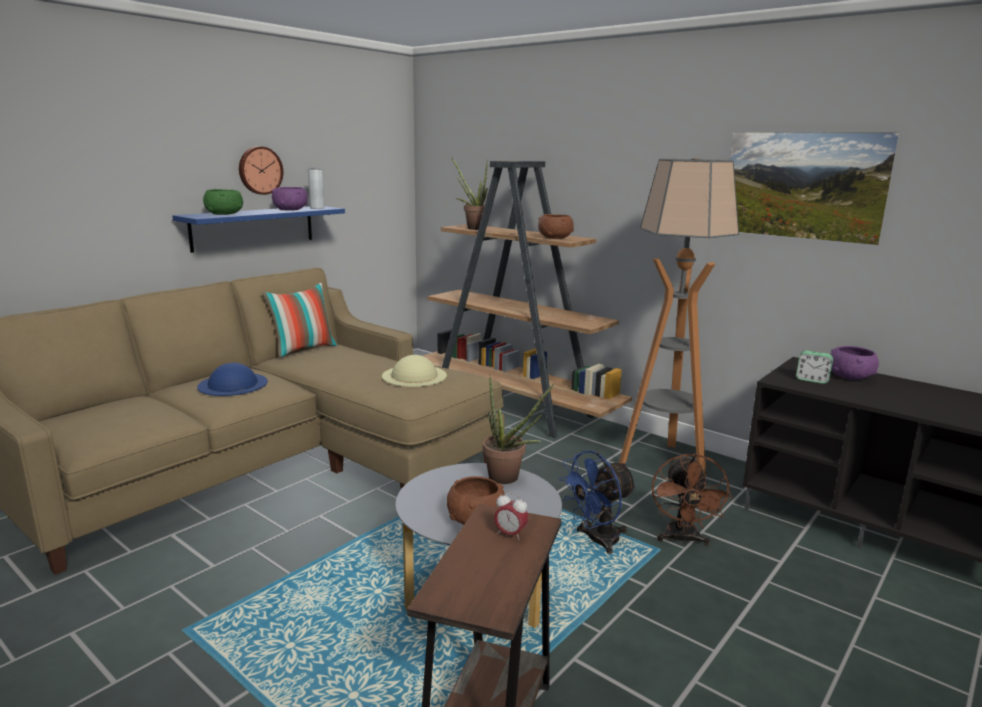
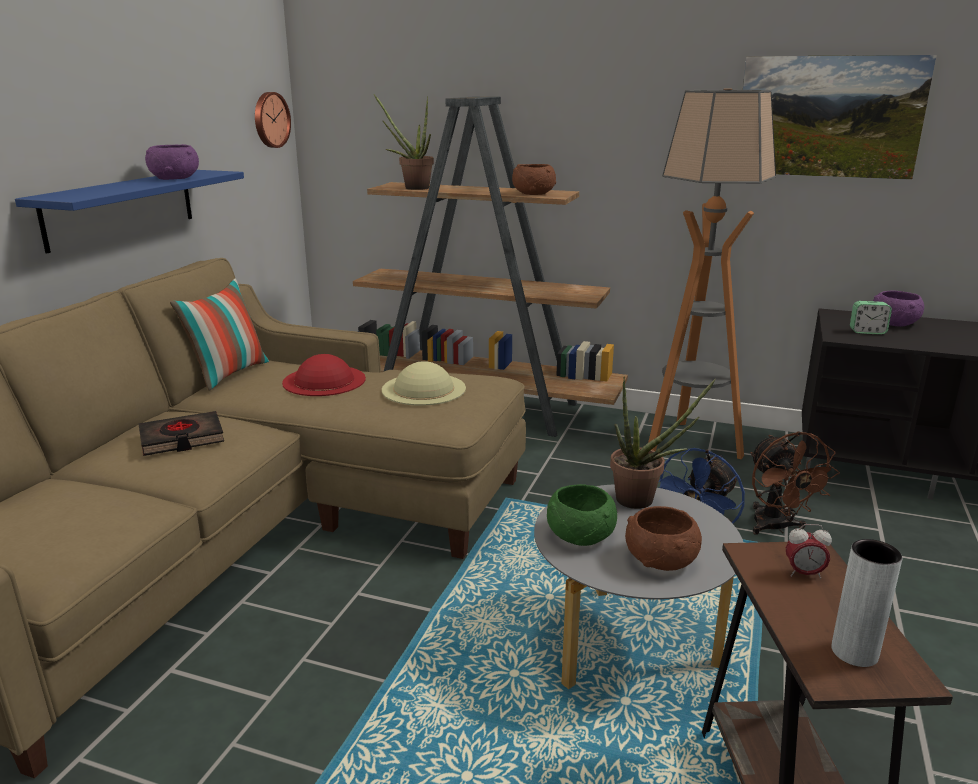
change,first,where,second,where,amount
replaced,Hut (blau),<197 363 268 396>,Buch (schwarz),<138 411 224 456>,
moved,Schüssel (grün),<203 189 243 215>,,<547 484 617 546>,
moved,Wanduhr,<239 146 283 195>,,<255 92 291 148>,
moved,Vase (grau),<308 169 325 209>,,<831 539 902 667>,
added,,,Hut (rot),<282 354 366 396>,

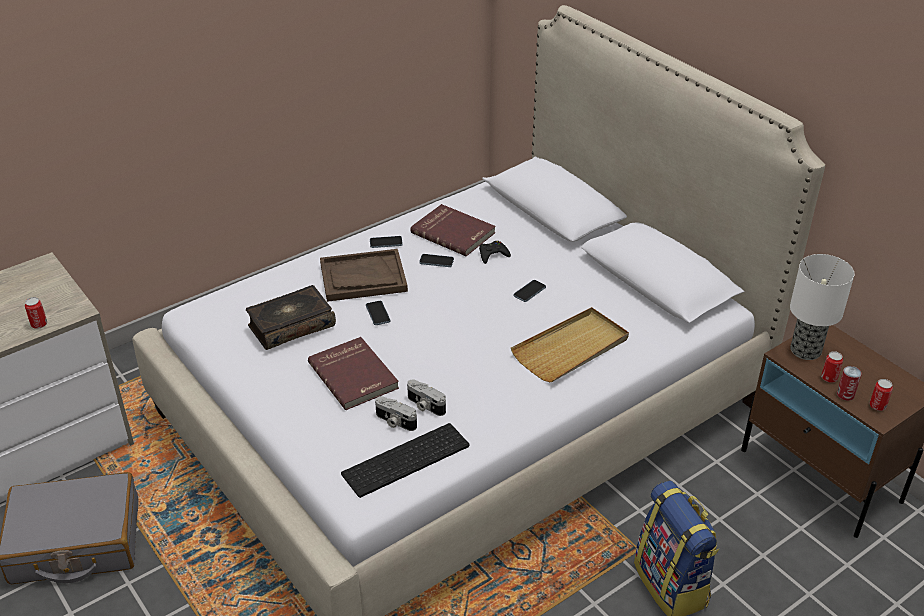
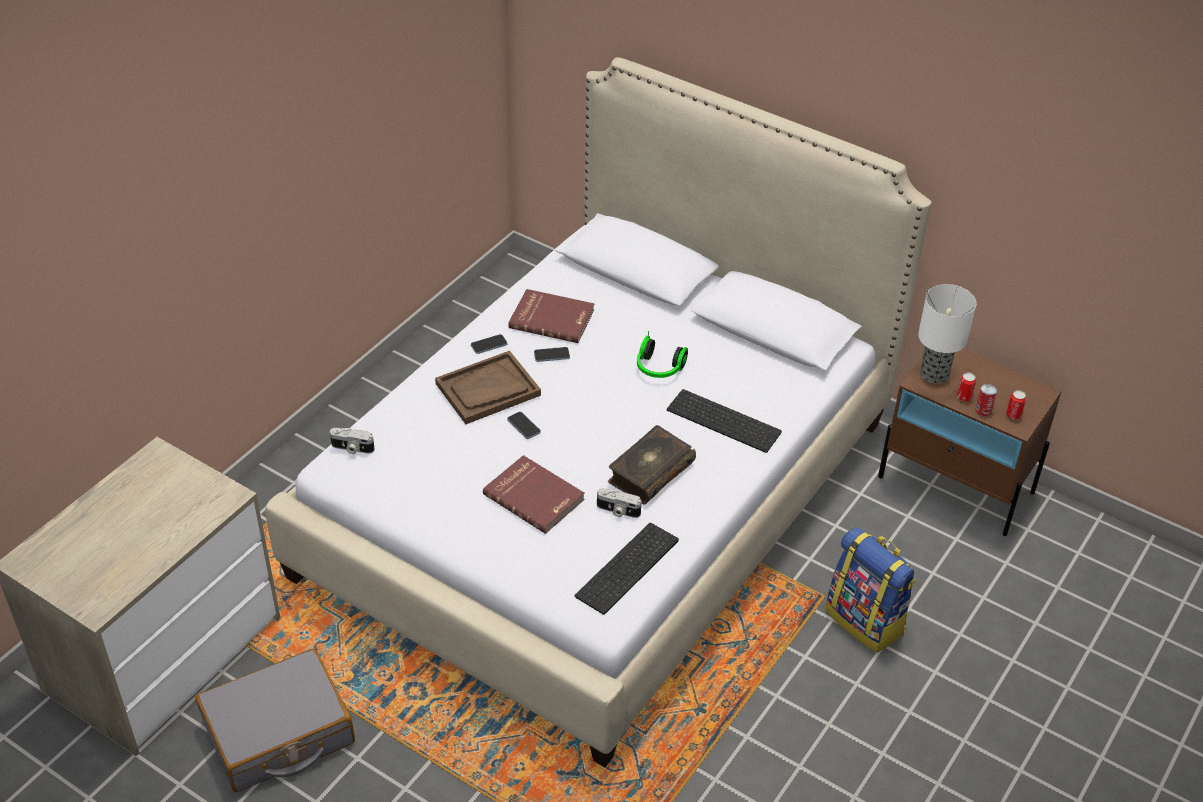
change,first,where,second,where,amount
removed,Dose,<25 297 47 329>,,,
moved,Buch,<246 285 336 350>,,<608 425 696 505>,
moved,Kamera,<375 396 417 431>,,<330 428 375 454>,
removed,Gamepad (schwarz),<479 241 511 264>,,,
replaced,Tablett (beige),<511 307 629 382>,Tastatur,<667 389 782 453>,
replaced,Handy,<514 280 546 302>,Kopfhörer,<637 331 688 378>,

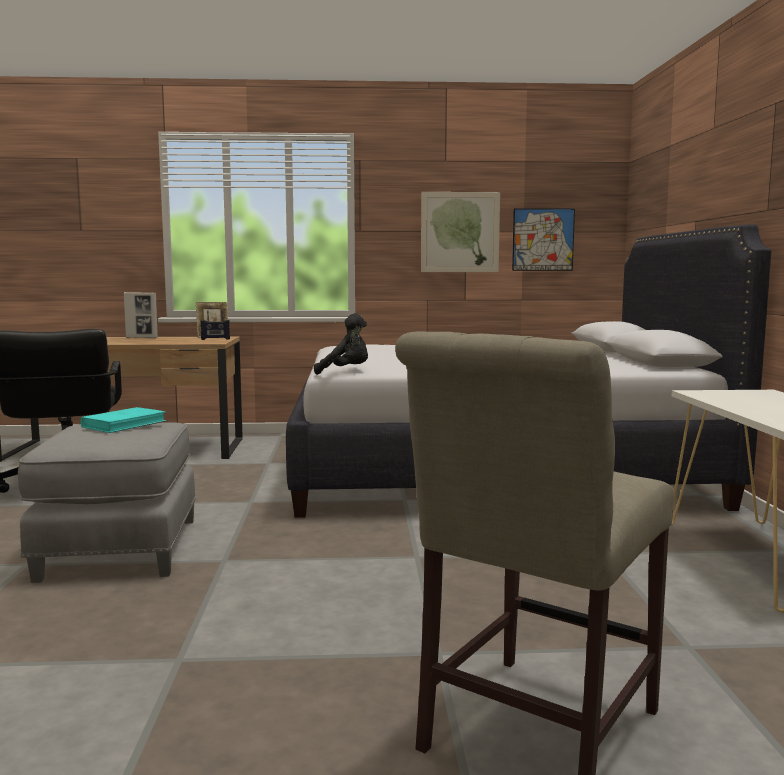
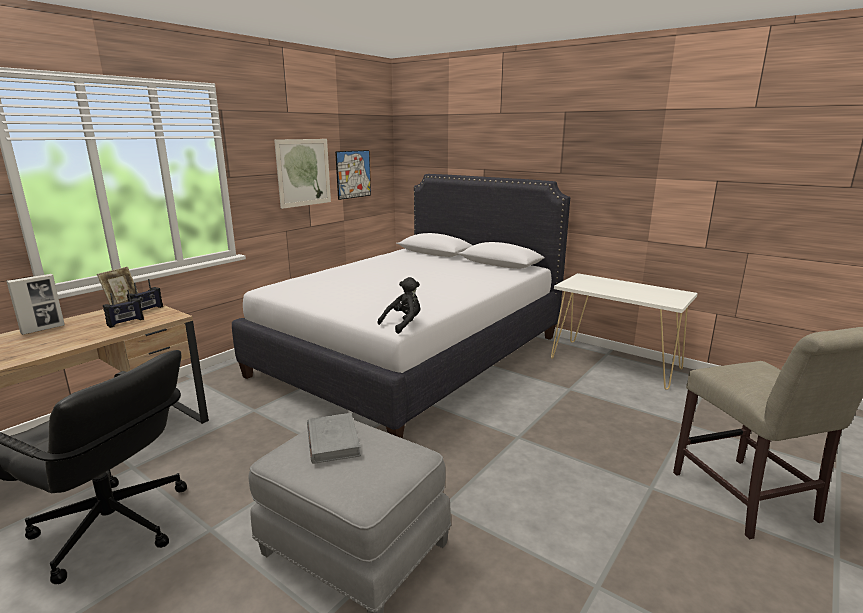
change,first,where,second,where,amount
recoloured,Buch (türkis),<80 407 167 433>,Buch (grau),<307 413 361 464>,
added,,,Radio,<103 289 144 328>,

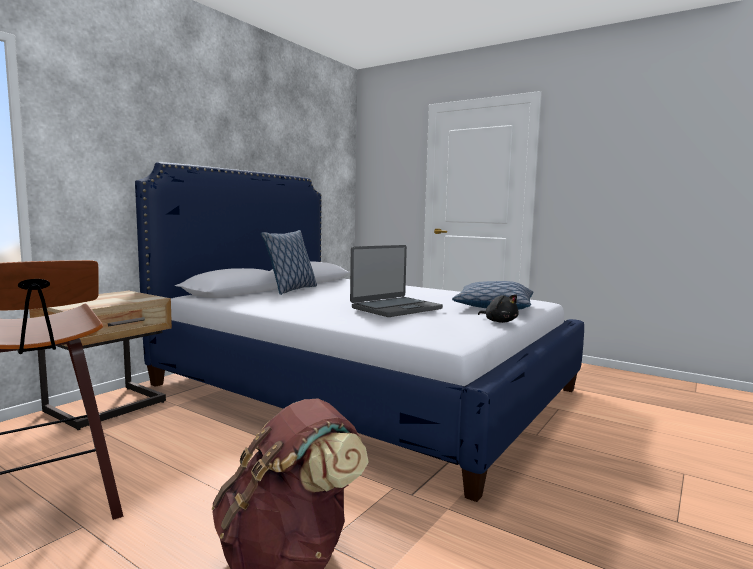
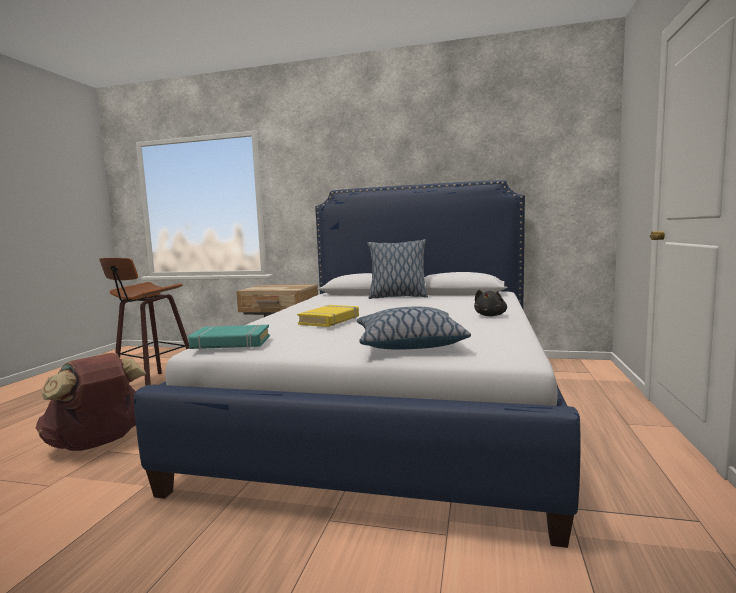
change,first,where,second,where,amount
replaced,Laptop,<350 245 443 317>,Buch (gelb),<297 305 359 327>,
moved,Plüschtier (schwarz),<478 294 519 323>,,<474 290 507 316>,
added,,,Buch (türkis),<188 325 270 349>,

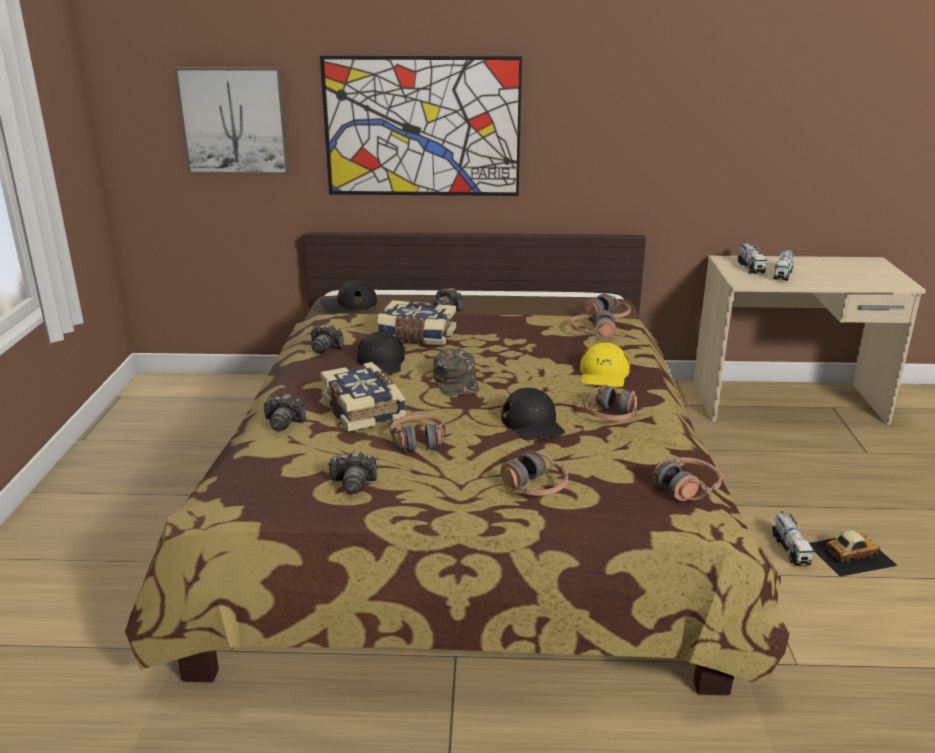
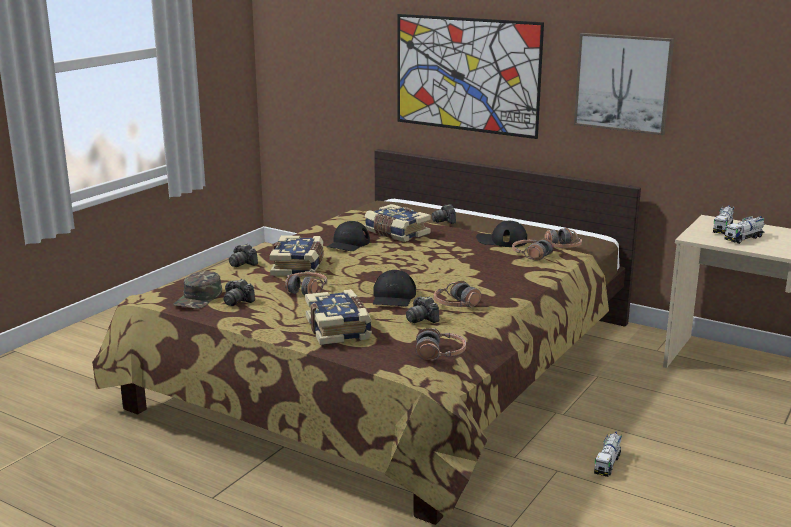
change,first,where,second,where,amount
moved,Bild,<174 67 290 175>,,<574 33 674 135>,
moved,Kamera,<311 324 344 353>,,<406 296 439 323>,
moved,Kappe (schwarz),<320 280 377 311>,,<476 221 528 247>,
moved,Kappe (grün),<433 349 479 396>,,<173 271 222 309>,
replaced,Kopfhörer,<501 450 568 496>,Buch,<305 289 372 345>,
removed,Kappe (gelb),<580 343 630 387>,,,
removed,Spielzeugauto,<809 530 898 577>,,,

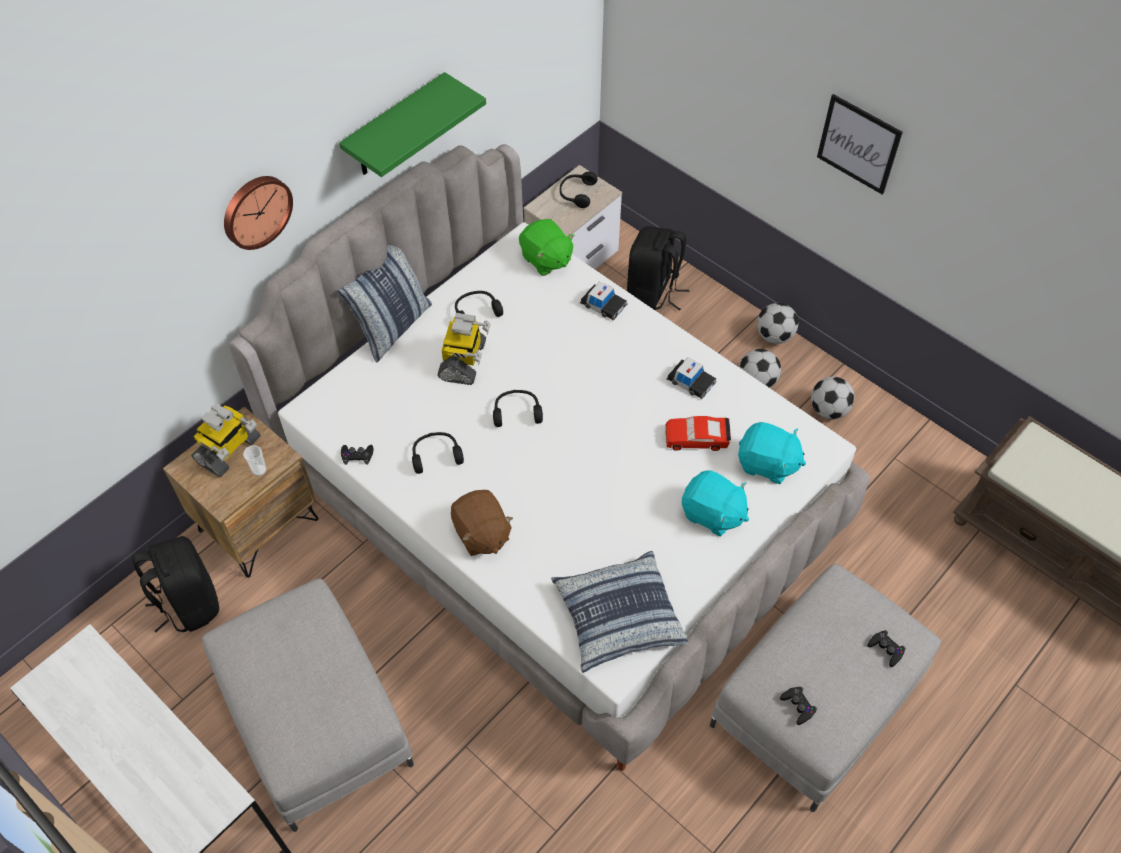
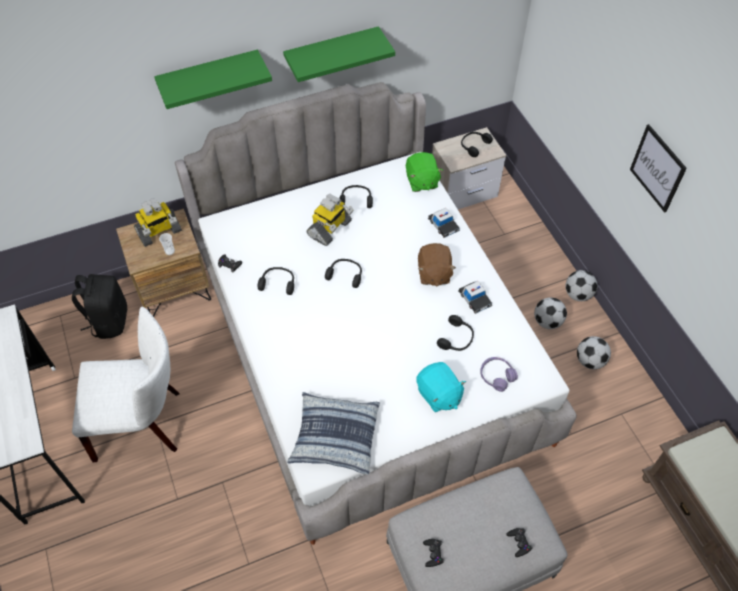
change,first,where,second,where,amount
replaced,Polsterhocker (grau),<202 579 414 832>,Stuhl (weiß),<72 307 180 462>,
replaced,Wanduhr,<224 176 293 250>,Wandregal (grün),<154 49 272 109>,
removed,Kissen,<338 245 432 363>,,,
moved,Plüschtier (braun),<451 490 513 556>,,<418 243 456 286>,
removed,Rucksack (schwarz),<627 226 689 311>,,,
replaced,Spielzeugauto (rot),<666 416 731 451>,Kopfhörer (schwarz),<437 315 474 351>,
replaced,Plüschtier (türkis),<738 422 806 484>,Kopfhörer (lila),<480 357 518 392>,

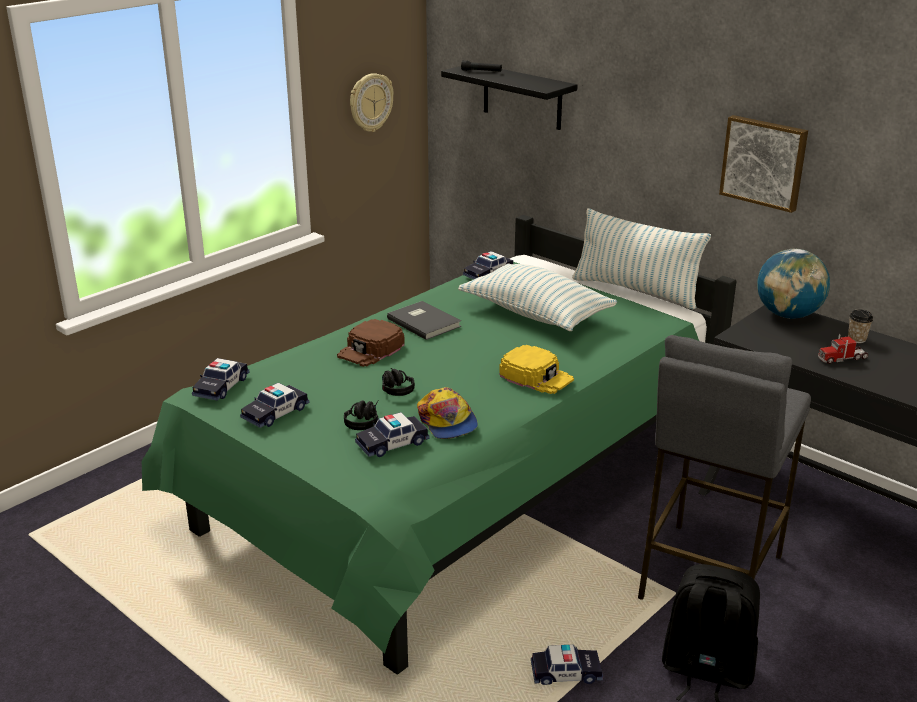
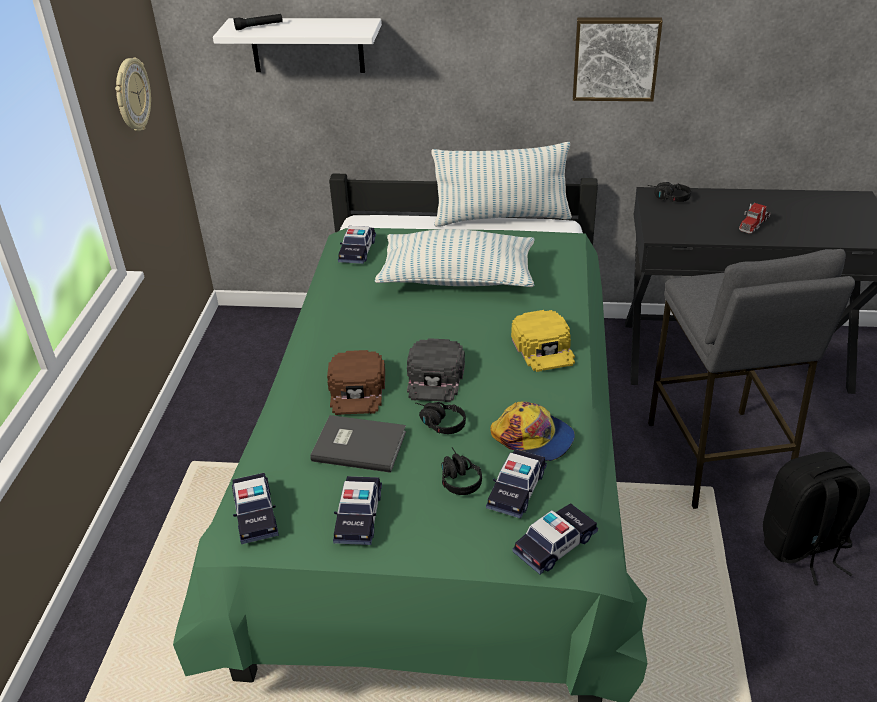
change,first,where,second,where,amount
moved,Buch (grau),<387 301 461 340>,,<310 415 406 473>,
recoloured,Wandregal (schwarz),<441 66 578 130>,Wandregal (weiß),<213 18 382 73>,
turned,Kappe (gelb),<499 345 574 394>,,<511 310 575 372>,75 degrees clockwise
moved,Spielzeugauto,<531 645 603 685>,,<512 503 598 574>,
replaced,Globus,<757 249 830 319>,Kopfhörer (schwarz),<648 182 691 202>,
removed,Tasse,<848 309 873 343>,,,
added,,,Kappe (schwarz),<407 338 465 402>,

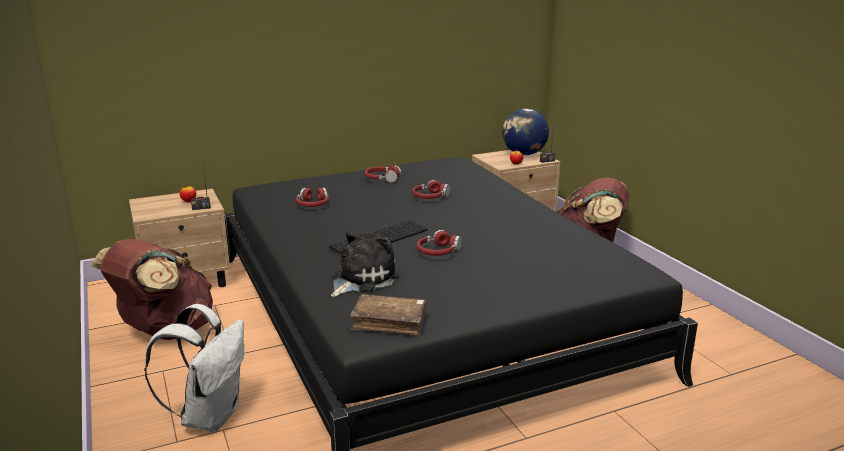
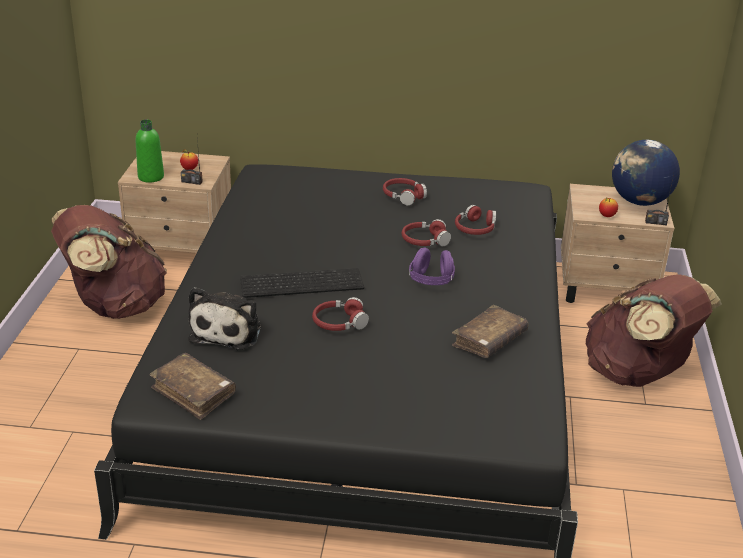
change,first,where,second,where,amount
removed,Rucksack (weiß),<144 304 244 432>,,,
moved,Kopfhörer (rot),<296 188 329 207>,,<455 205 496 235>,
turned,Plüschtier,<331 231 399 297>,,<188 287 261 350>,120 degrees clockwise
added,,,Flasche (grün),<136 119 164 183>,
added,,,Kopfhörer (lila),<409 248 455 285>,
added,,,Buch (braun),<452 305 528 358>,

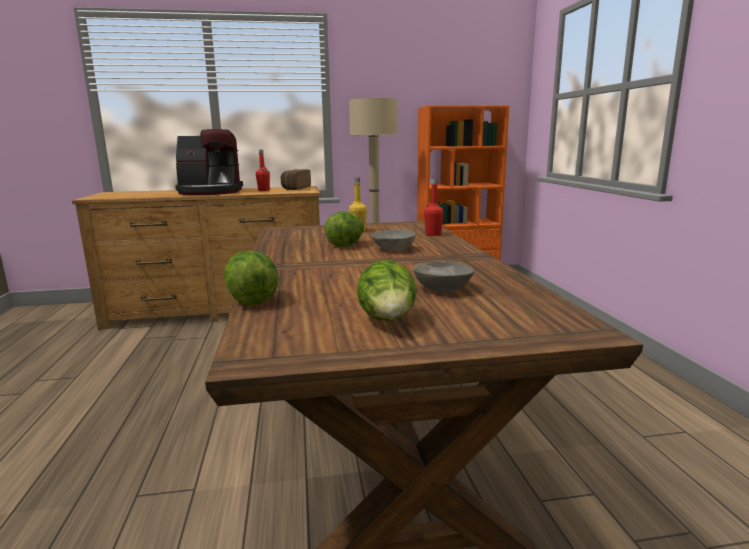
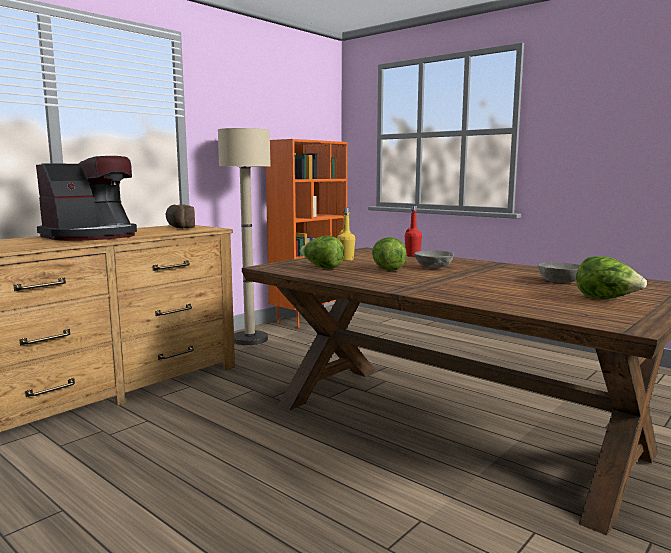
change,first,where,second,where,amount
moved,Salatkopf,<224 250 279 305>,,<300 236 344 269>,
removed,Flasche (rot),<256 150 270 191>,,,

